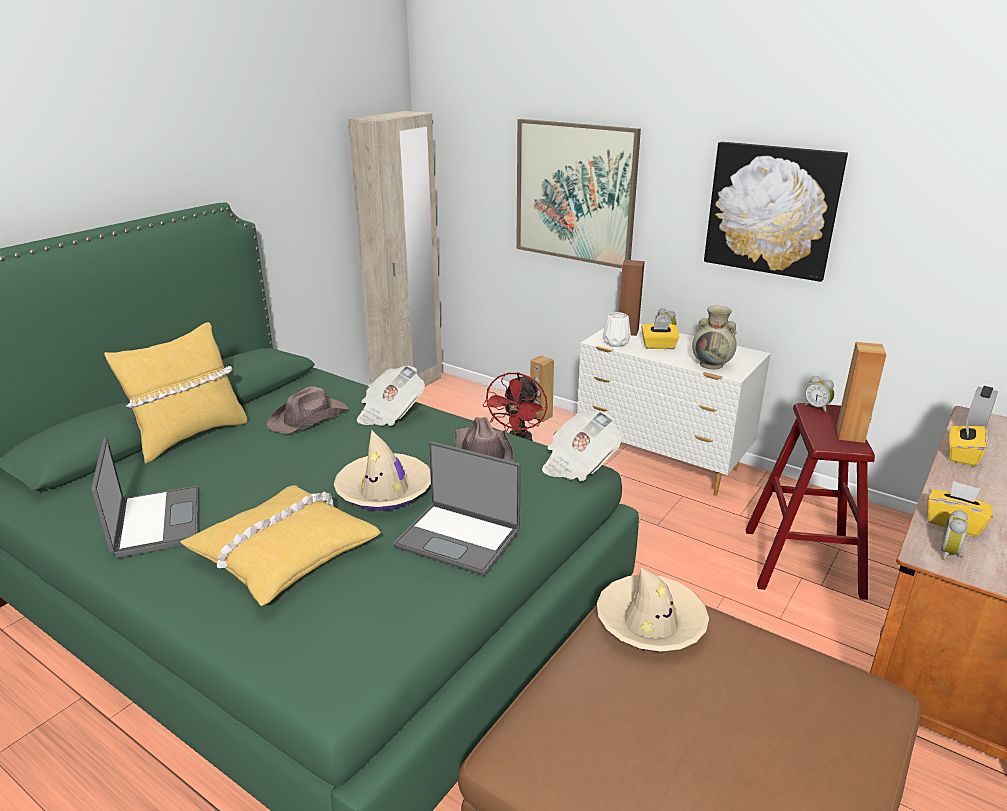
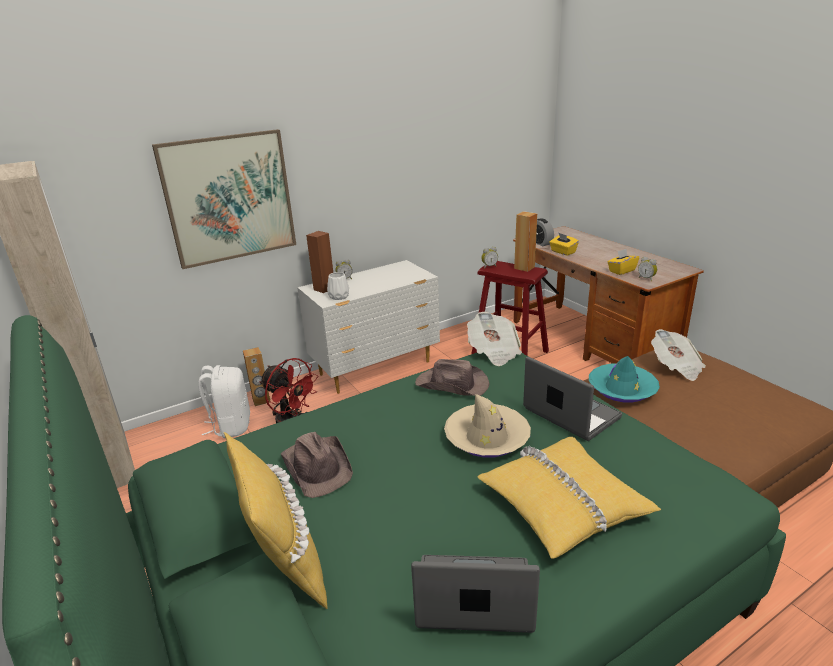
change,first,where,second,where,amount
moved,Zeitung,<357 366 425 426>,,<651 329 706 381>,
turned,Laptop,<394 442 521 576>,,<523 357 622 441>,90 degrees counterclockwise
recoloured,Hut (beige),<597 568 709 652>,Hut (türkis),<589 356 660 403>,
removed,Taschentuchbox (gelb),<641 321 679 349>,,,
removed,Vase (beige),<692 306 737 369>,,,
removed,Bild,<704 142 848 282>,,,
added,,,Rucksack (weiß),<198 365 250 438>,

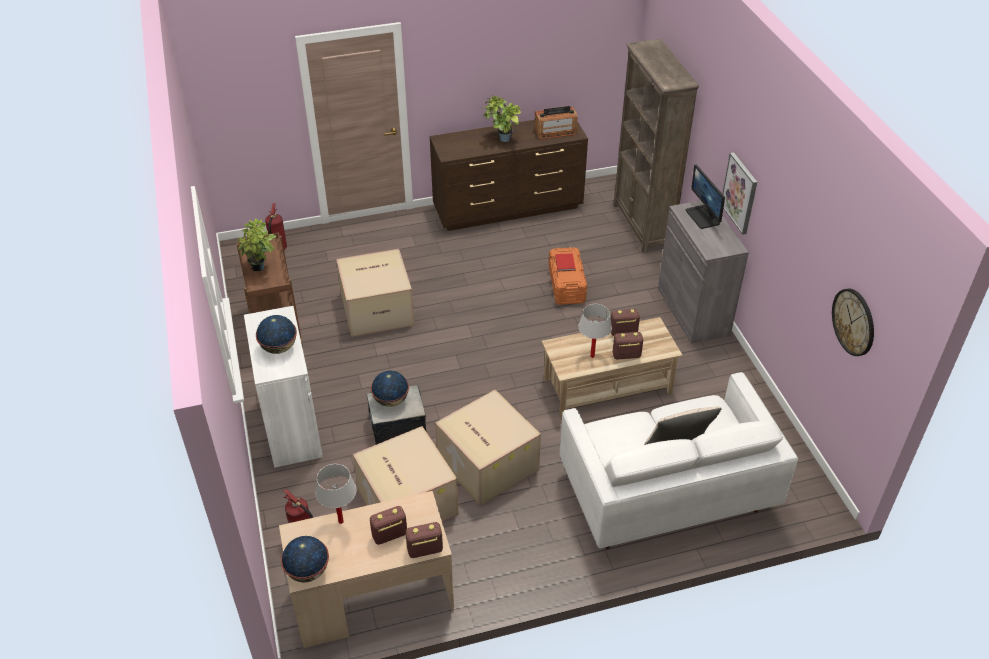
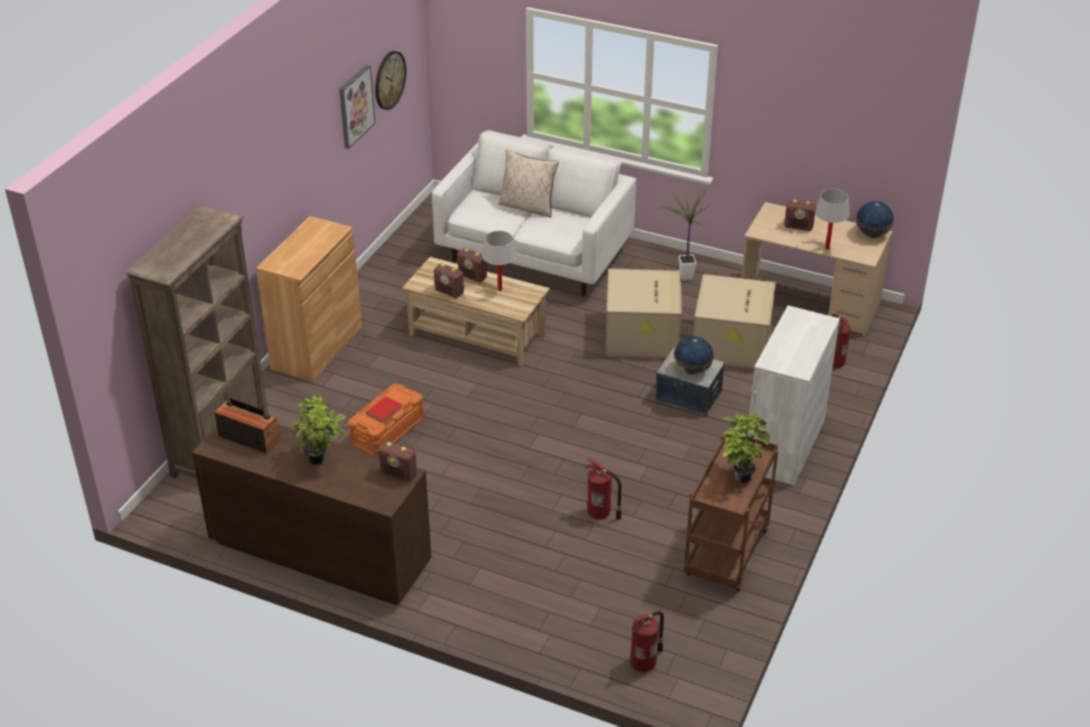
change,first,where,second,where,amount
removed,Globus,<256 315 297 354>,,,
replaced,Karton,<336 249 414 337>,Feuerlöscher,<584 457 621 520>,
moved,Radio,<406 522 443 558>,,<378 441 417 482>,
recoloured,Schrank (grau),<658 201 749 344>,Schrank (braun),<256 216 362 382>,
removed,Monitor,<685 164 725 229>,,,
moved,Bild,<722 152 757 235>,,<339 65 375 149>,
added,,,Topfpflanze,<659 188 711 281>,

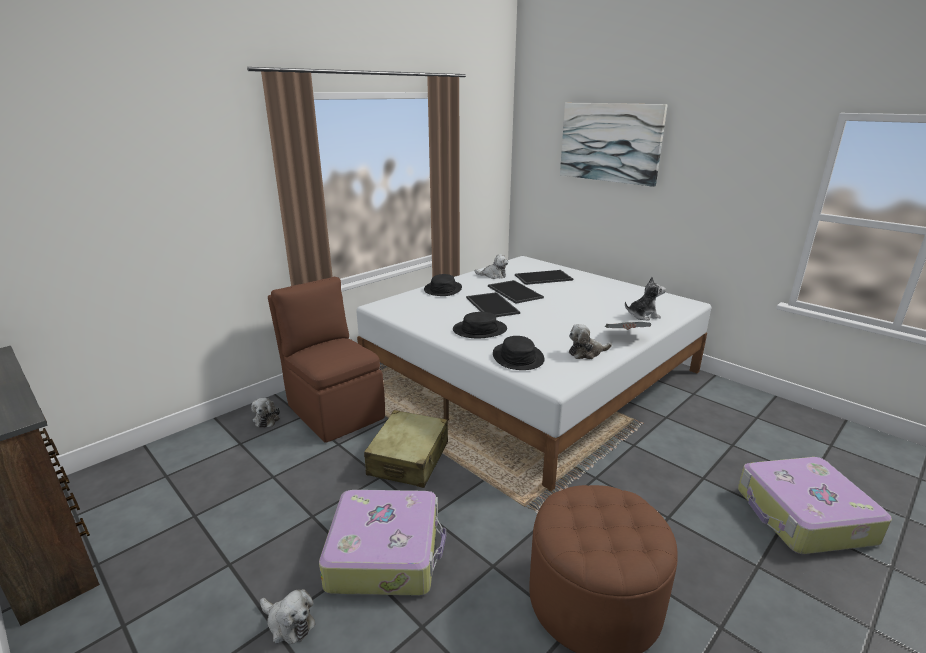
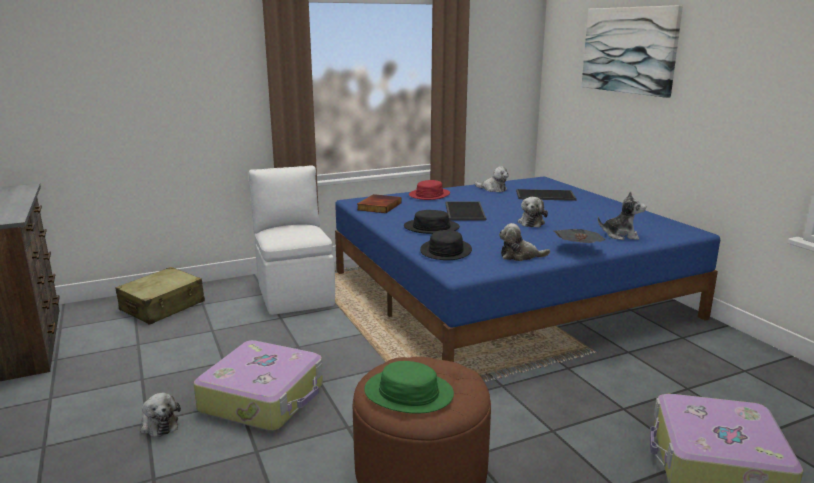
change,first,where,second,where,amount
moved,Plüschtier,<251 398 280 428>,,<518 197 548 228>,
recoloured,Stuhl (braun),<268 277 385 443>,Stuhl (weiß),<249 165 335 315>,
recoloured,Bett (weiß),<356 256 711 492>,Bett (blau),<335 177 720 362>,
moved,Koffer (beige),<364 410 448 488>,,<115 267 205 325>,
recoloured,Hut (schwarz),<424 274 462 296>,Hut (rot),<409 180 450 200>,
removed,Tablett,<488 280 544 304>,,,
added,,,Buch,<357 194 401 213>,
added,,,Hut (grün),<364 361 454 414>,

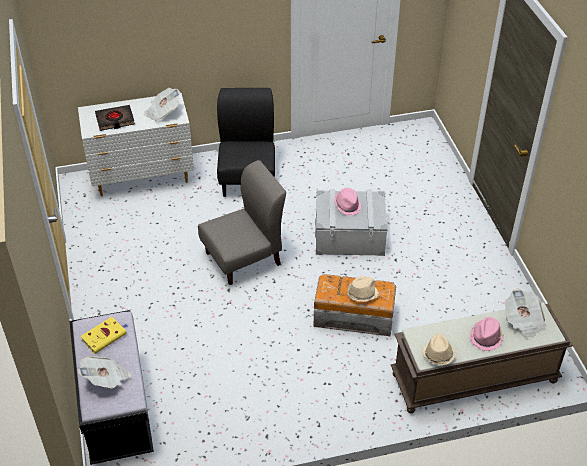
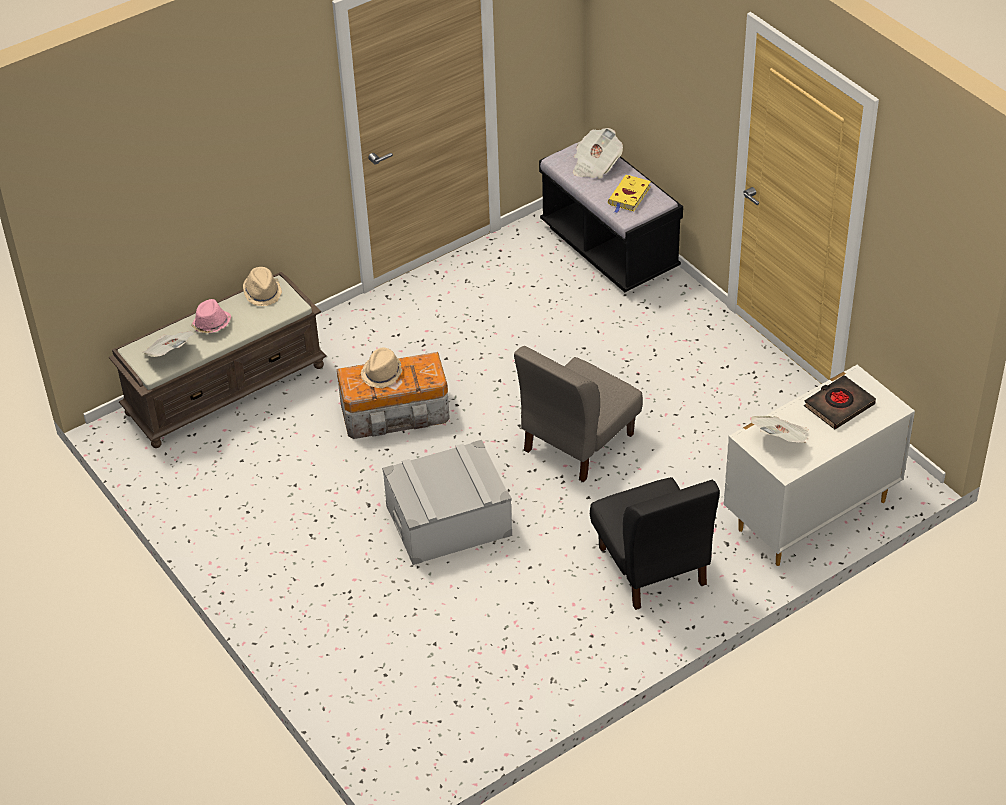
change,first,where,second,where,amount
removed,Hut (rosa),<334 188 362 215>,,,

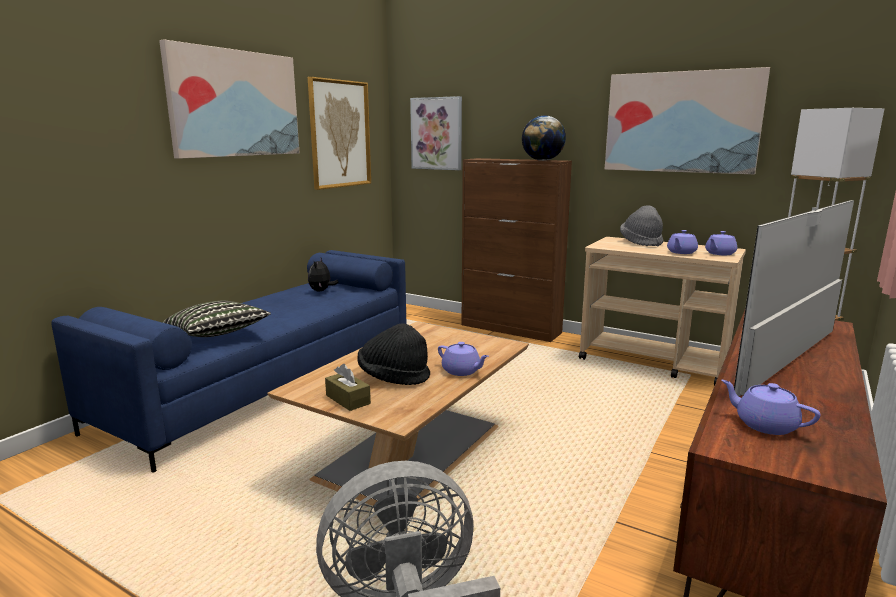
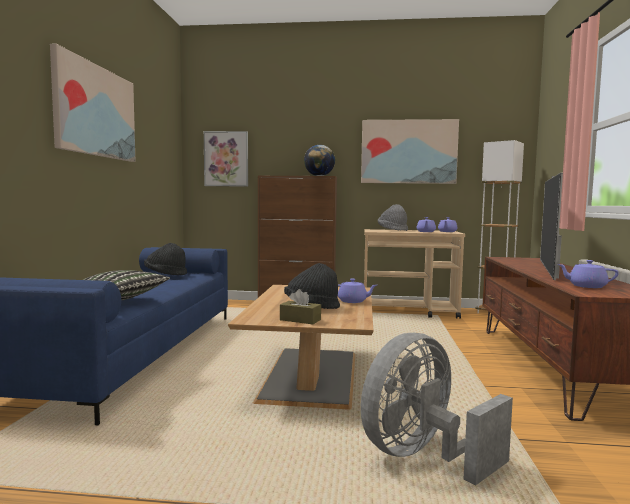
change,first,where,second,where,amount
removed,Bild,<308 77 371 190>,,,
replaced,Plüschtier,<308 258 339 292>,Hut (schwarz),<144 243 187 275>,

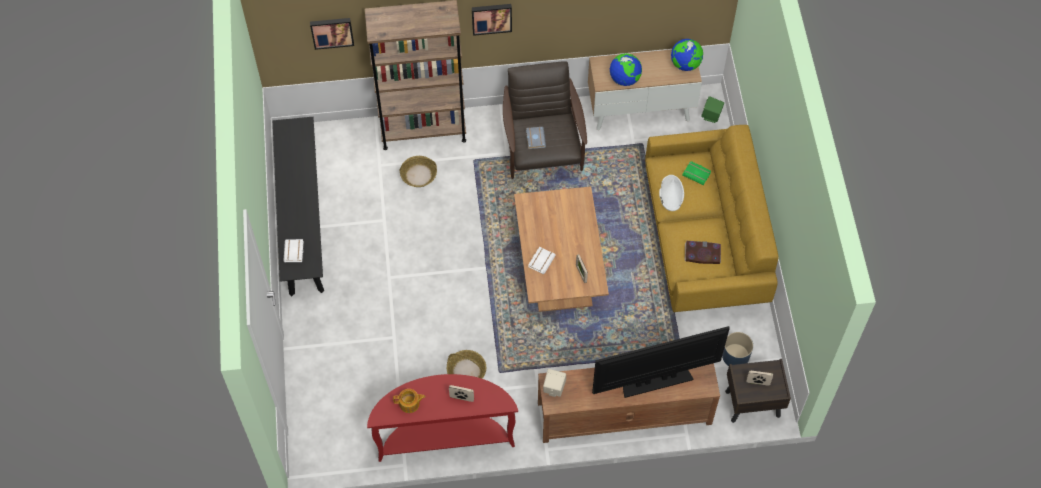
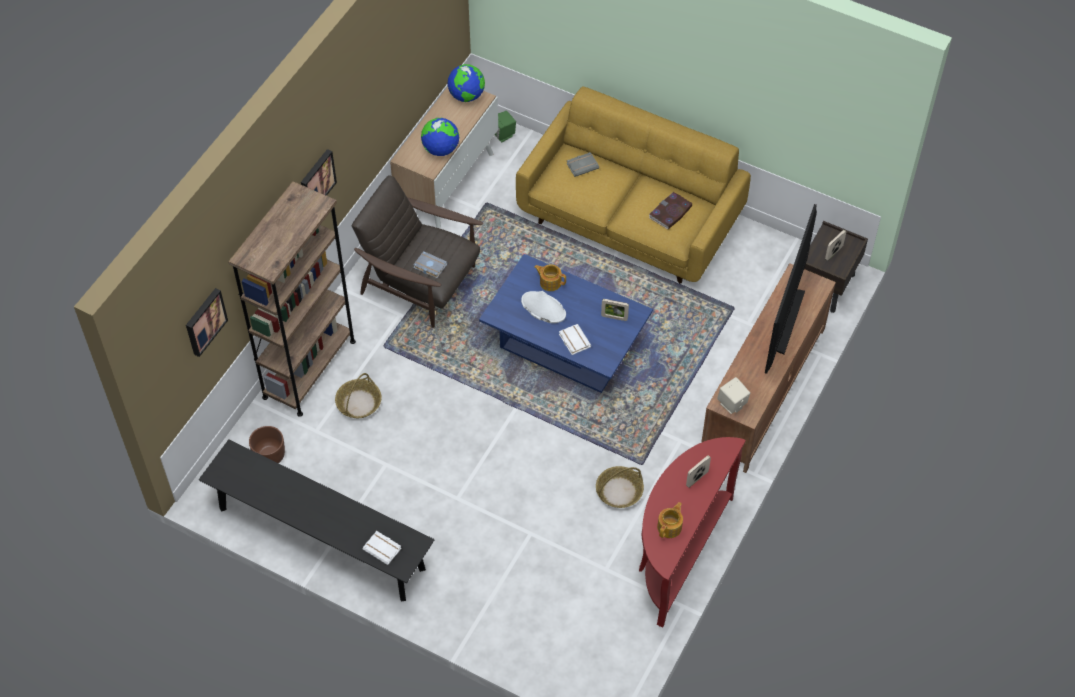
change,first,where,second,where,amount
recoloured,Couchtisch (braun),<514 186 609 312>,Couchtisch (blau),<479 254 653 393>,
moved,Hut (weiß),<659 175 684 211>,,<521 291 566 323>,
recoloured,Buch (grün),<682 161 711 185>,Buch (grau),<566 152 599 177>,
removed,Pflanzkübel (blau),<722 332 753 366>,,,
added,,,Pflanzkübel (braun),<249 426 285 463>,
added,,,Teekanne,<534 264 566 291>,

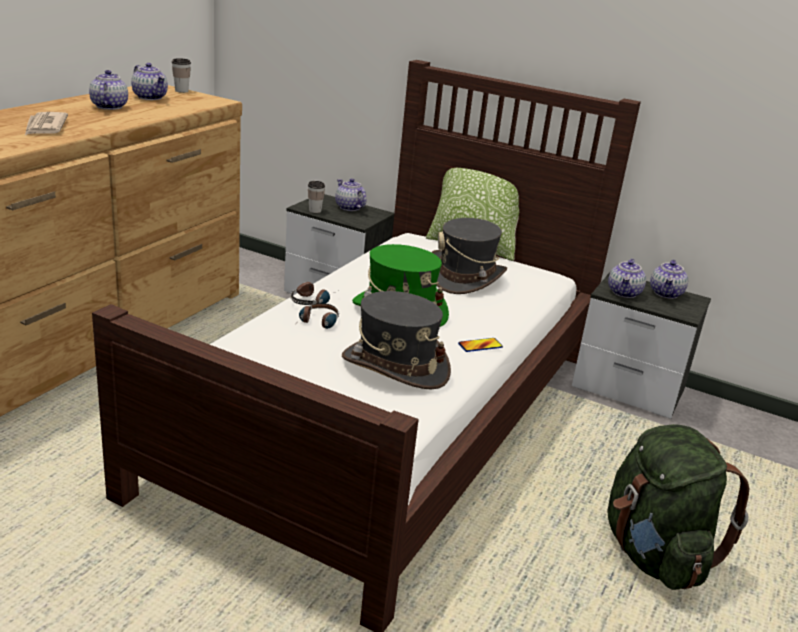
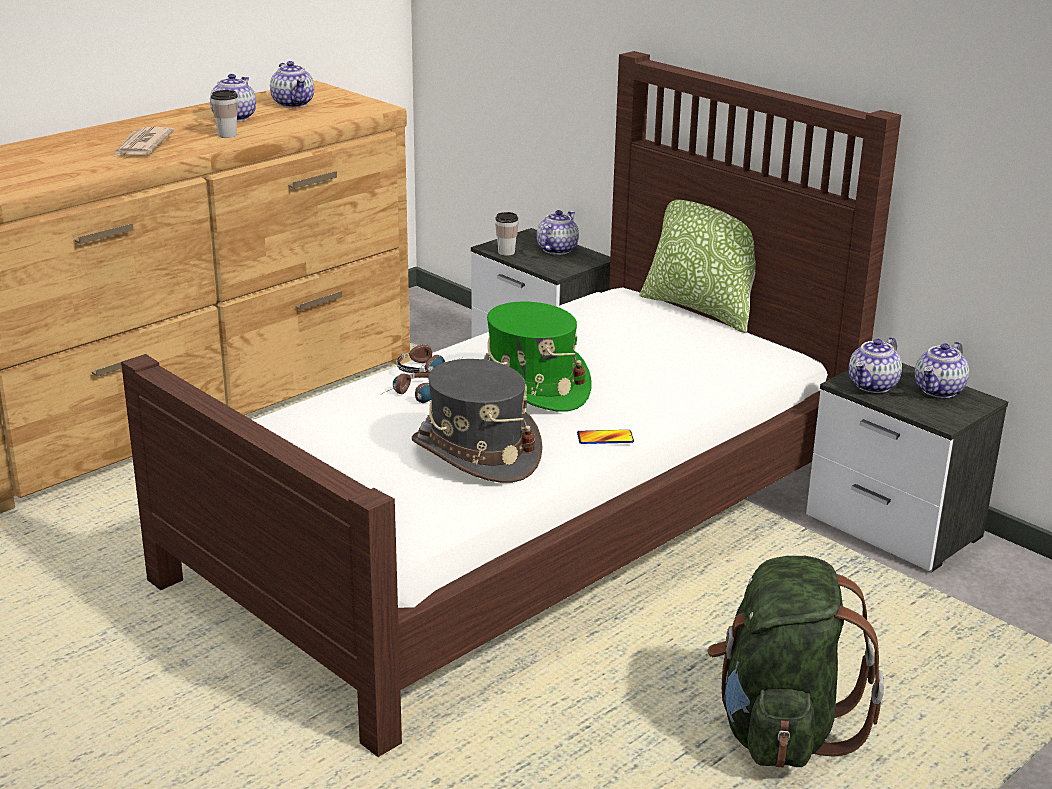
change,first,where,second,where,amount
moved,Tasse,<172 58 191 93>,,<211 90 238 138>,
turned,Teekanne,<335 179 366 211>,,<537 210 579 255>,45 degrees clockwise
removed,Hut (grau),<431 218 507 294>,,,

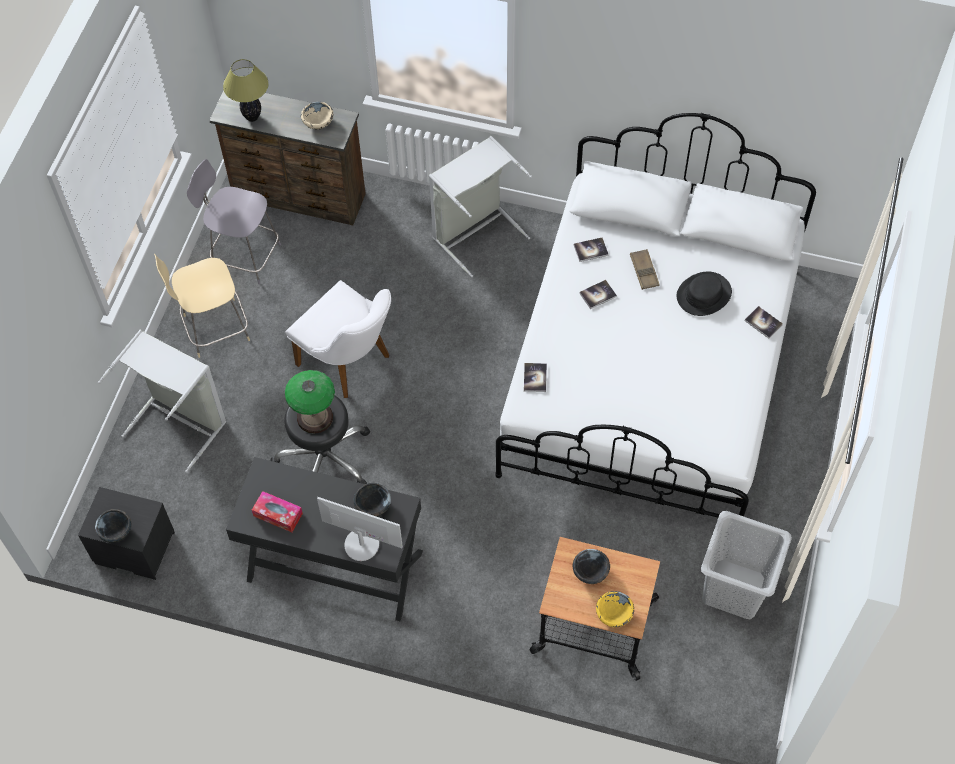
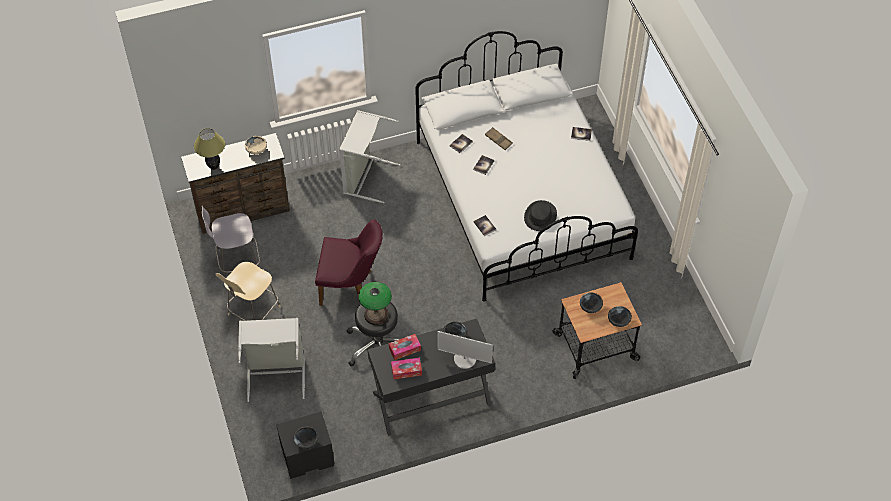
change,first,where,second,where,amount
recoloured,Stuhl (weiß),<286 280 391 398>,Stuhl (lila),<315 219 383 306>,
turned,Monitor,<317 497 403 561>,,<437 331 493 369>,150 degrees counterclockwise
recoloured,Schüssel (gelb),<596 591 634 627>,Schüssel (schwarz),<608 306 632 327>,
moved,Hut (schwarz),<677 271 732 316>,,<524 200 557 231>,
removed,Wäschekorb (grau),<701 511 792 619>,,,
added,,,Taschentuchbox,<389 334 421 360>,

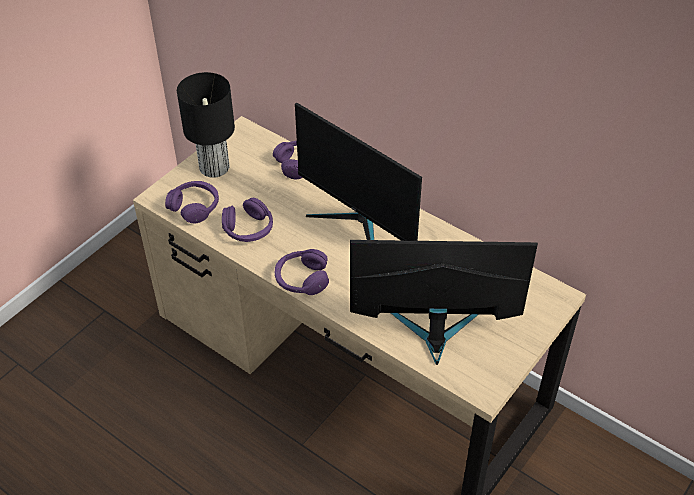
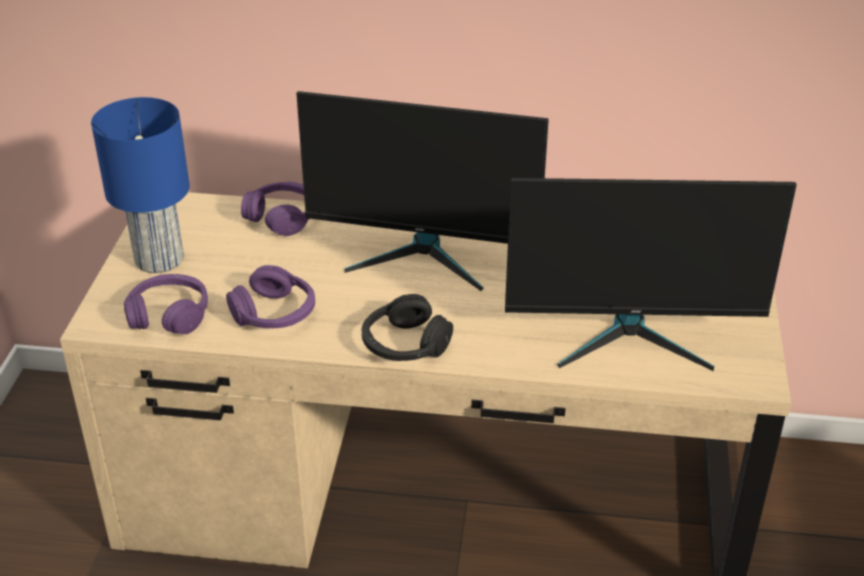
change,first,where,second,where,amount
recoloured,Tischlampe (schwarz),<177 72 235 178>,Tischlampe (blau),<91 97 190 273>,
recoloured,Kopfhörer (lila),<275 249 329 295>,Kopfhörer (schwarz),<362 294 453 361>,
turned,Monitor,<350 240 538 365>,,<505 178 797 371>,150 degrees counterclockwise

